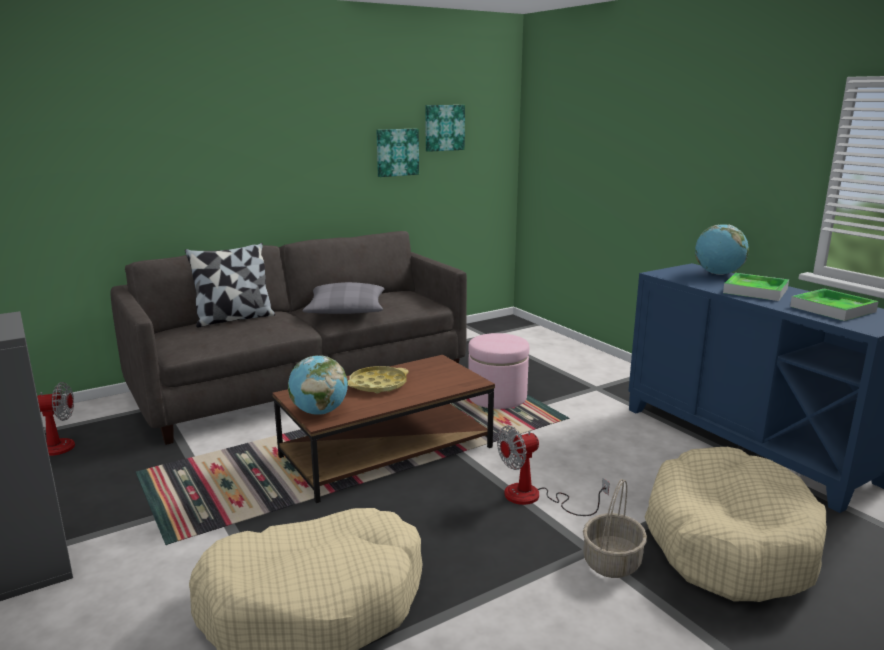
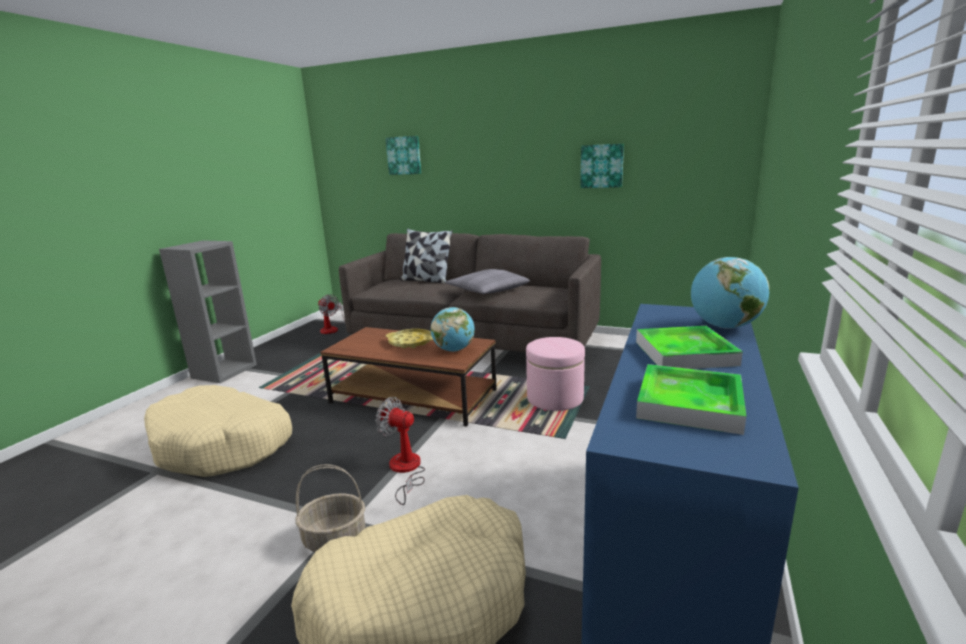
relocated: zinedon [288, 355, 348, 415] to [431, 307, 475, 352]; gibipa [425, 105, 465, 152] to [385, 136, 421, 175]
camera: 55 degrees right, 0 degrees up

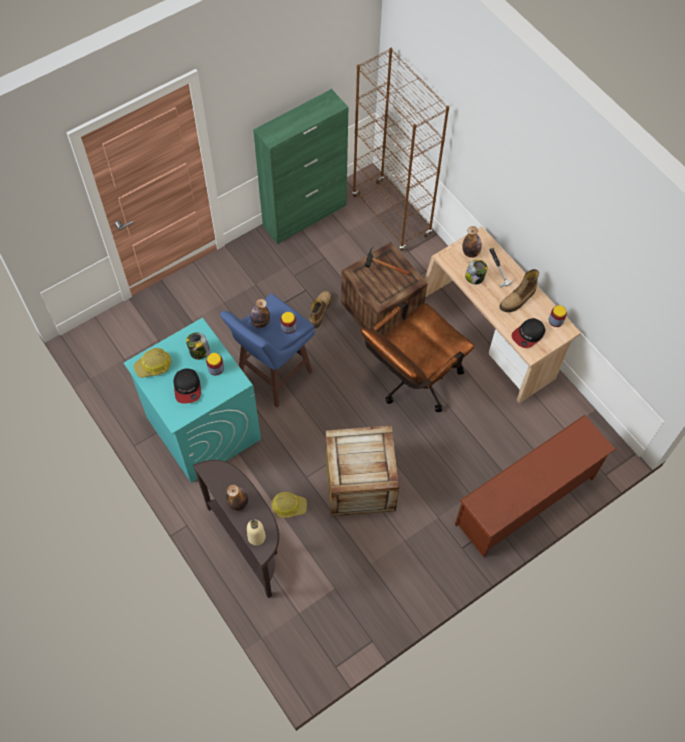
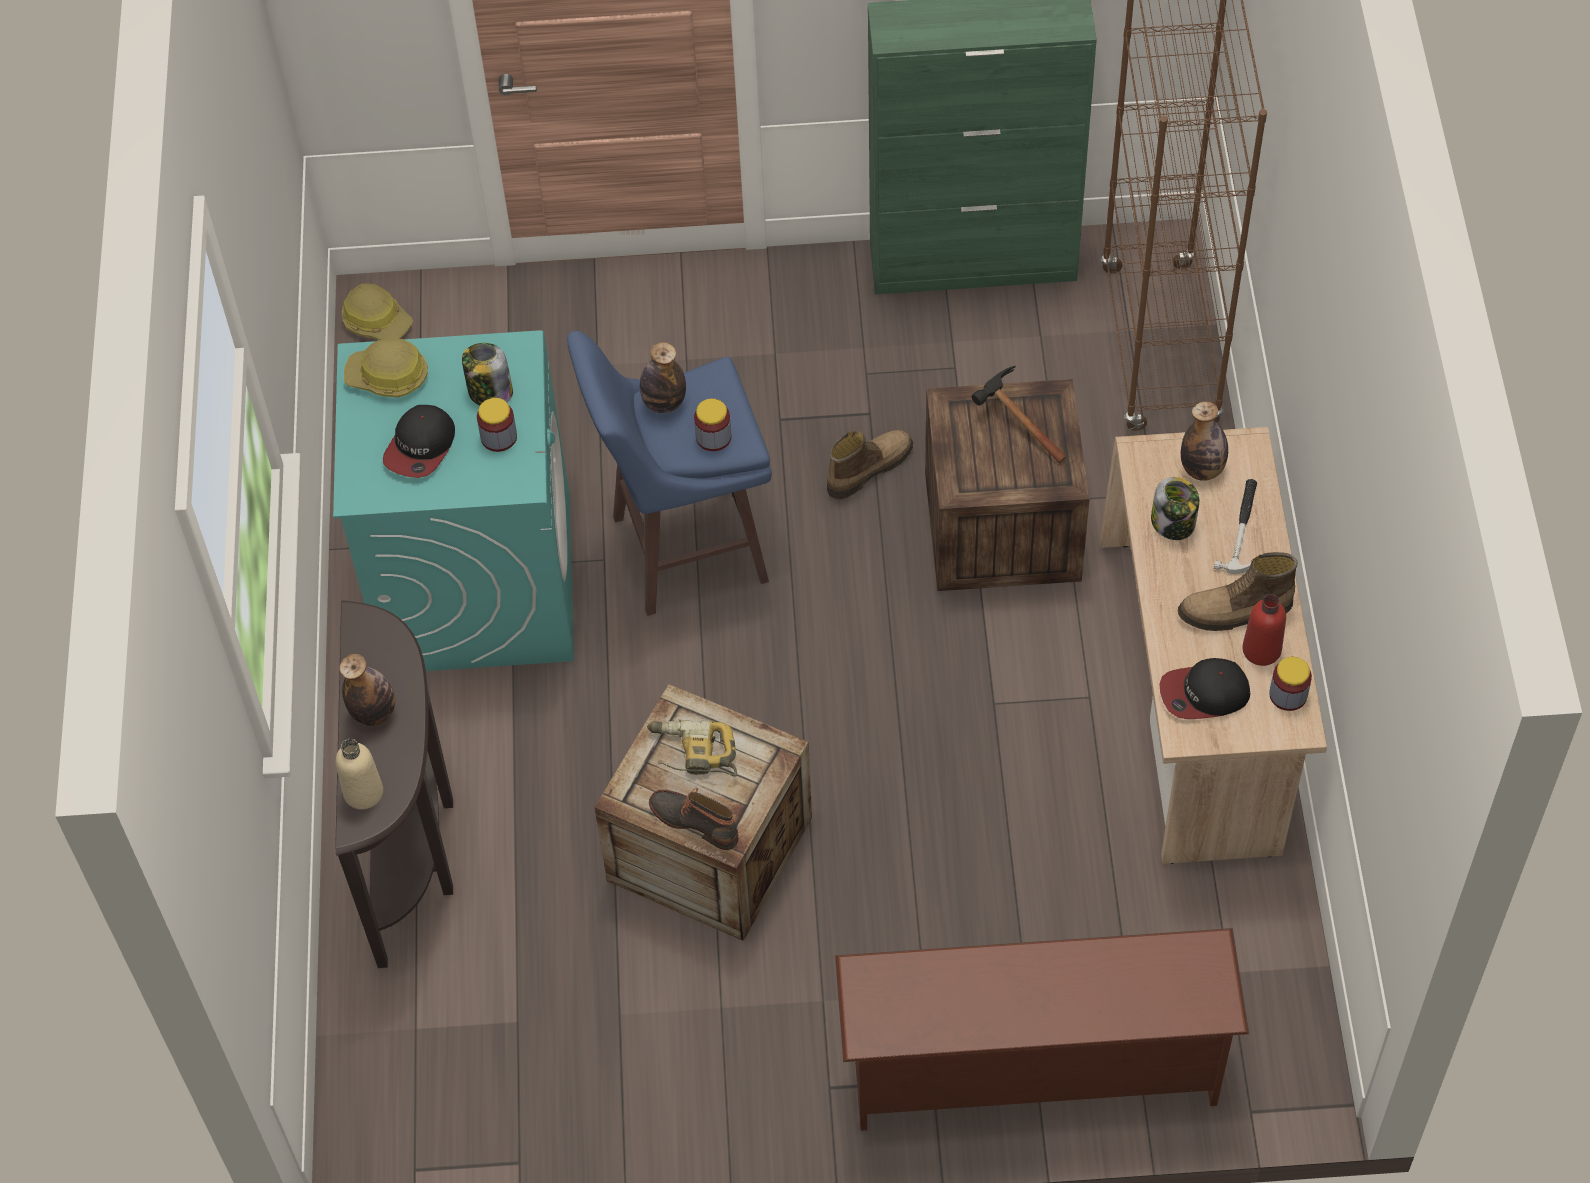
missing: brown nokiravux [361, 302, 474, 412]
appeared: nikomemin [647, 720, 737, 777]; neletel [649, 788, 739, 850]; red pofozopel [1242, 594, 1286, 666]
relocated: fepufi [271, 492, 307, 518] to [342, 283, 413, 340]
camera: 35 degrees right, 5 degrees down

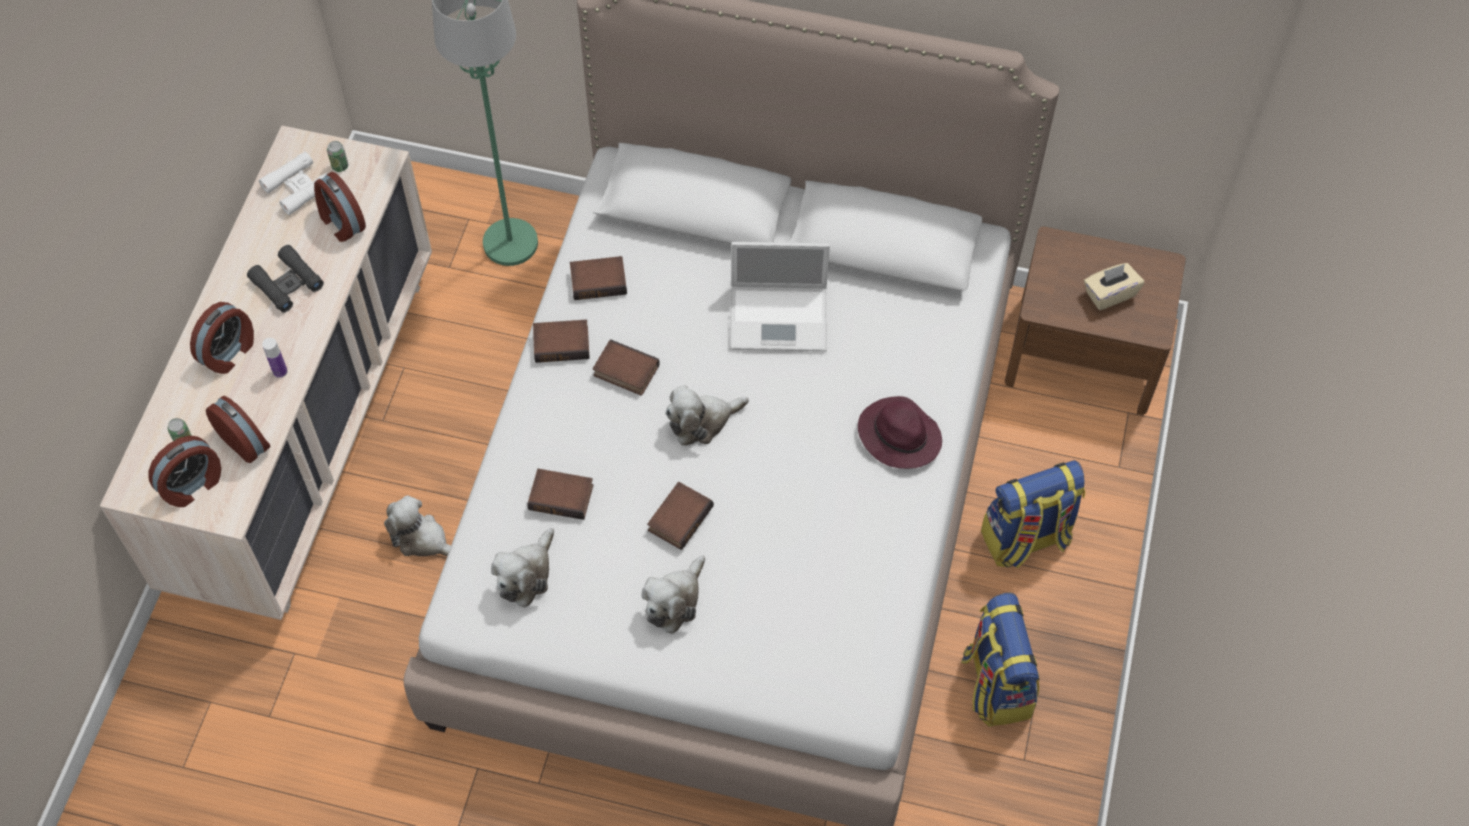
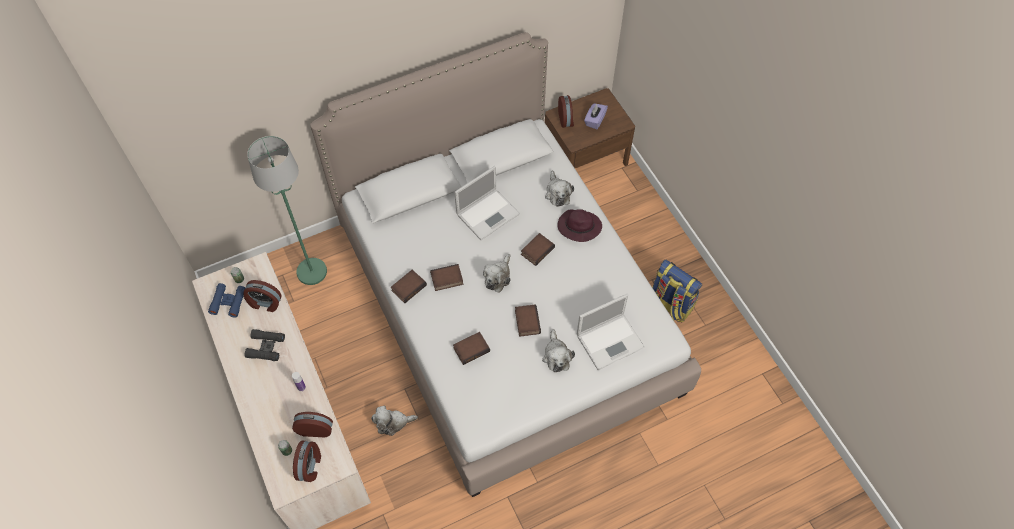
missing: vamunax [981, 460, 1085, 568]
appeared: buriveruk [577, 294, 645, 370]
relocated: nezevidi [190, 302, 254, 374] to [558, 95, 574, 128]; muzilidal [491, 528, 554, 607] to [545, 171, 574, 207]; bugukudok [570, 256, 627, 300] to [521, 233, 555, 266]
colour: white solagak [259, 152, 328, 215] to blue solagak [208, 283, 246, 318]; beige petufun [1084, 263, 1144, 310] to purple petufun [584, 103, 608, 129]
camera: 40 degrees left, 0 degrees up

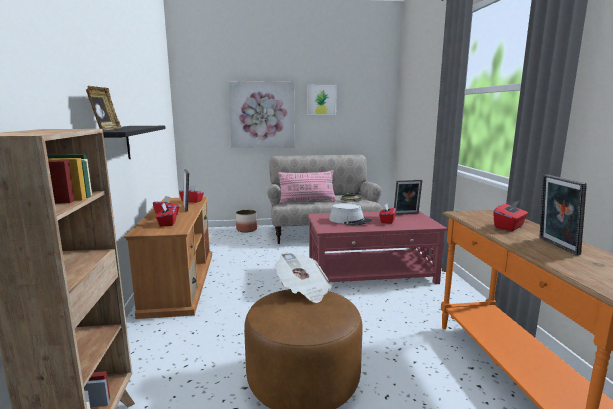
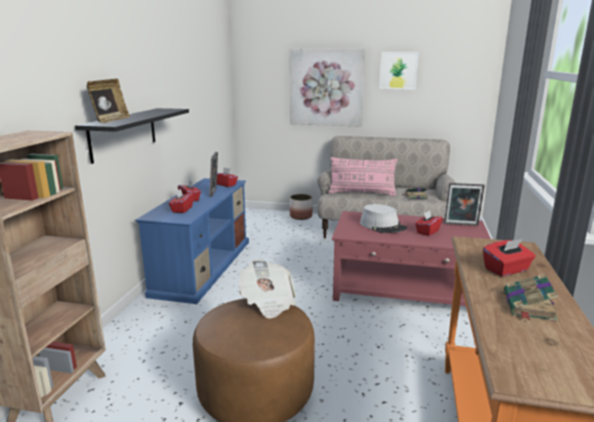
exchanged: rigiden [539, 174, 587, 255] to bugukudok [504, 273, 558, 321]
colour: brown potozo [124, 197, 212, 319] to blue potozo [135, 178, 249, 304]
camera: 20 degrees right, 5 degrees up

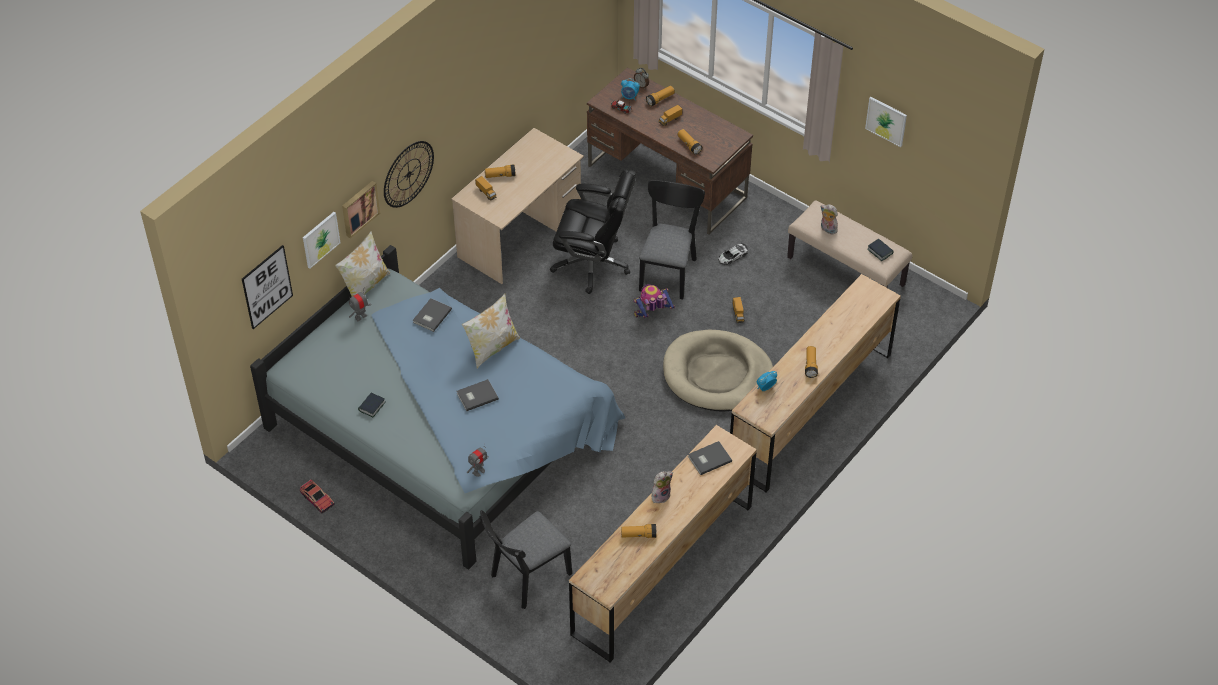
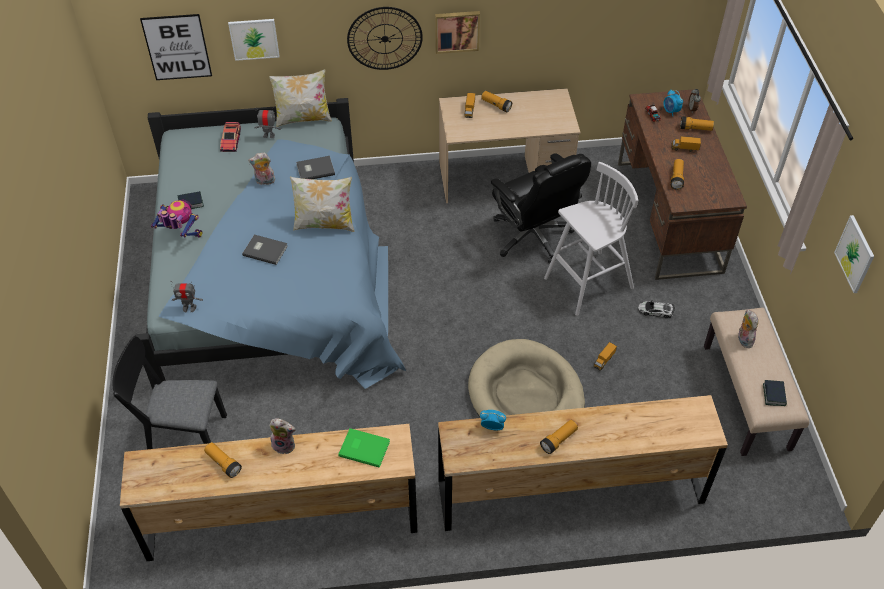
appeared: muzilidal [248, 153, 275, 185]
relocated: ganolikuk [300, 480, 334, 513] to [220, 122, 241, 152]; gibipa [342, 181, 380, 239] to [435, 11, 480, 54]; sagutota [634, 284, 675, 318] to [151, 200, 202, 238]
exchanged: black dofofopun [639, 180, 705, 299] to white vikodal [544, 162, 638, 316]
colour: grey bugukudok [688, 441, 732, 475] to green bugukudok [338, 428, 390, 468]
camera: 45 degrees right, 0 degrees up

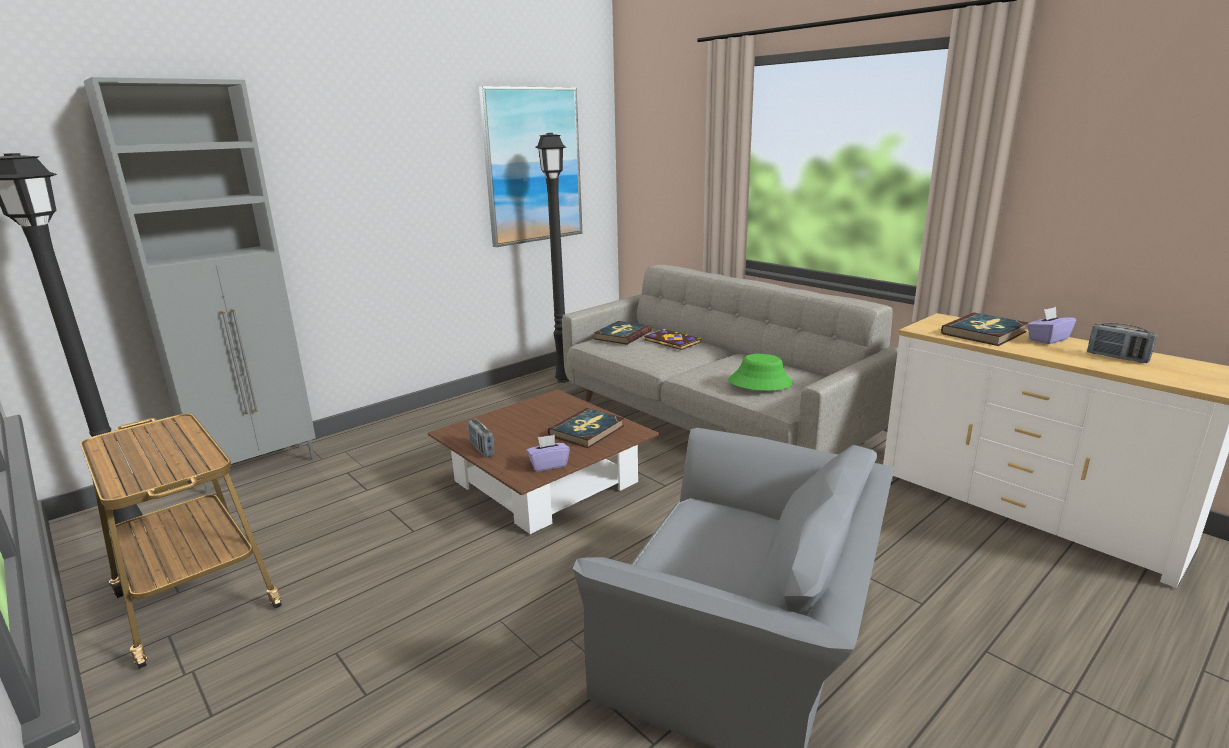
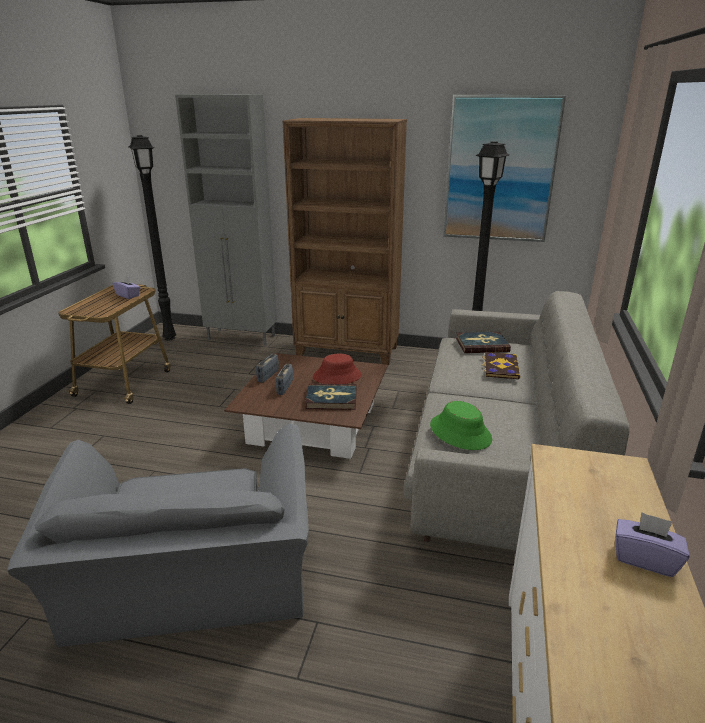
missing: bugukudok [941, 313, 1028, 346]
appeared: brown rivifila [283, 118, 407, 365]; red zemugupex [313, 354, 362, 384]
relocated: purple petufun [527, 435, 570, 472] to [113, 276, 141, 299]; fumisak [1087, 323, 1157, 363] to [276, 364, 293, 395]
camera: 55 degrees right, 5 degrees up

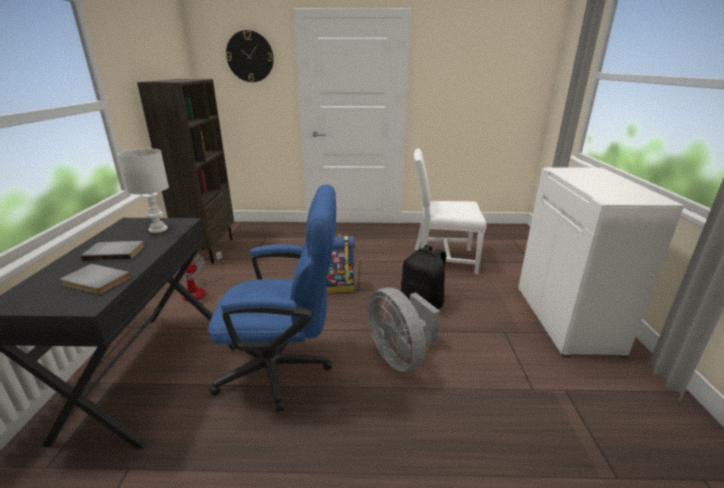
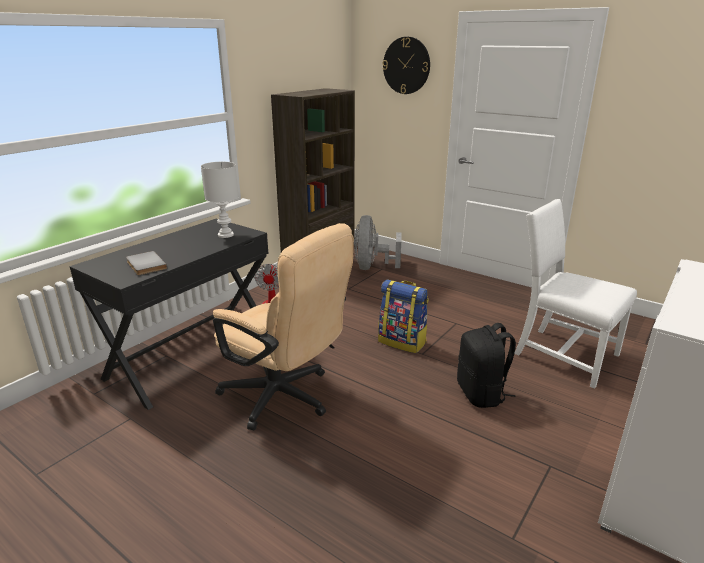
missing: grey bugukudok [80, 241, 145, 261]
relocated: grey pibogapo [367, 287, 440, 372] to [354, 215, 402, 270]
colour: blue nokiravux [208, 184, 336, 412] to beige nokiravux [213, 223, 354, 431]
camera: 35 degrees right, 0 degrees up

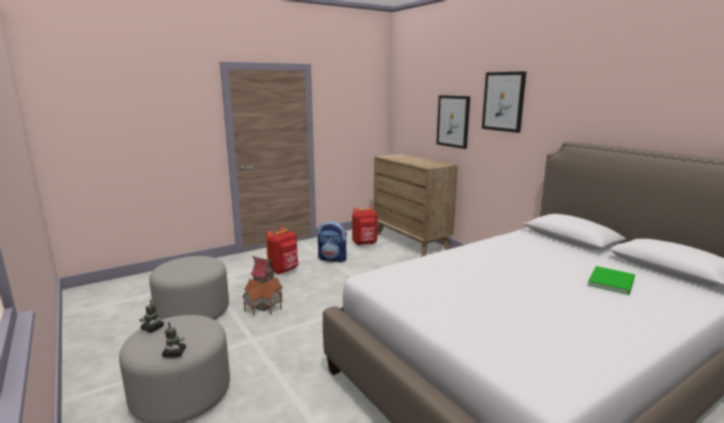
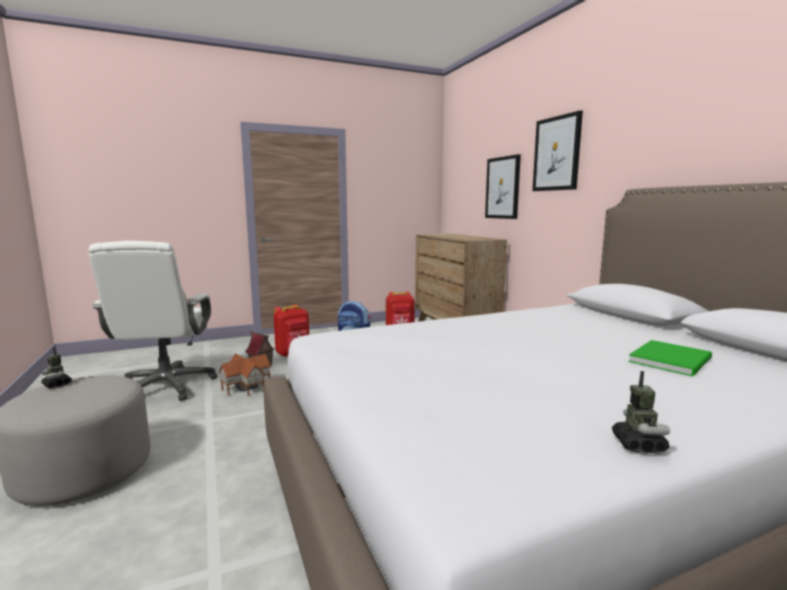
relocated: sagutota [162, 322, 186, 358] to [612, 371, 670, 453]
exchanged: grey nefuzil [149, 256, 229, 320] to white nokiravux [89, 241, 217, 401]
camera: 10 degrees right, 5 degrees down

